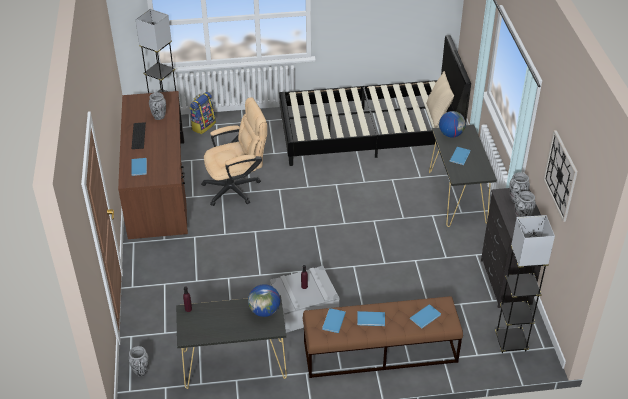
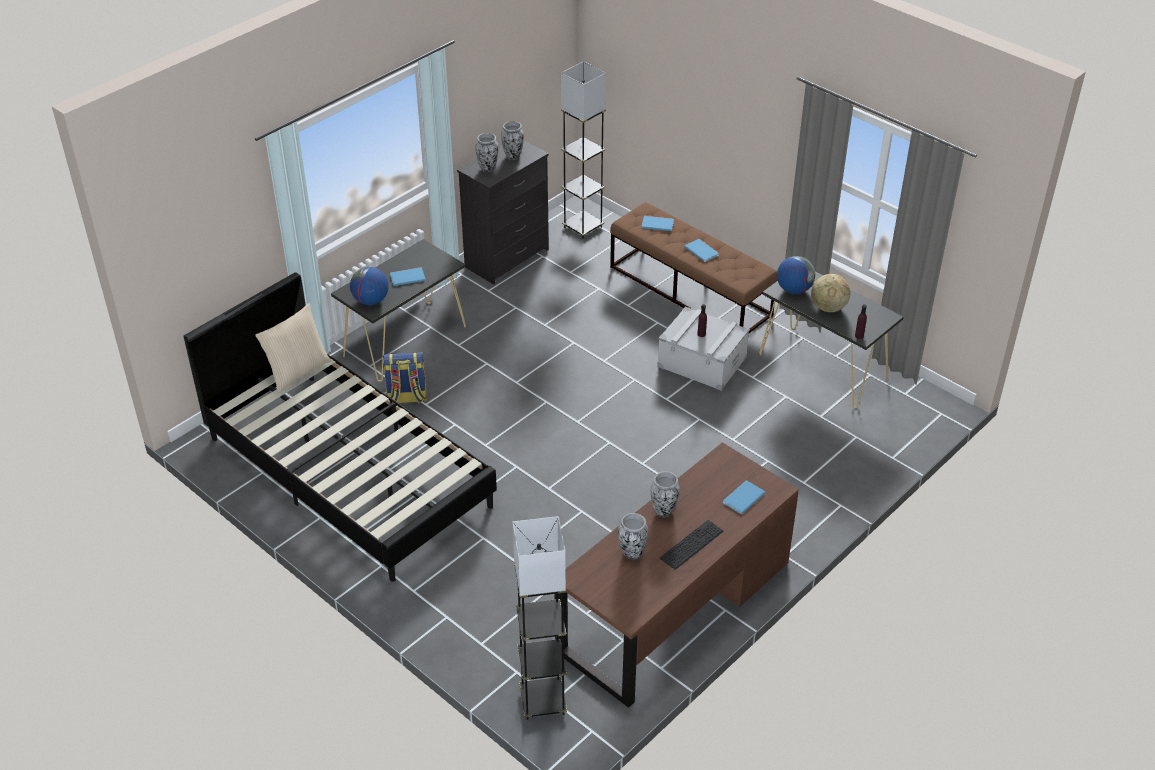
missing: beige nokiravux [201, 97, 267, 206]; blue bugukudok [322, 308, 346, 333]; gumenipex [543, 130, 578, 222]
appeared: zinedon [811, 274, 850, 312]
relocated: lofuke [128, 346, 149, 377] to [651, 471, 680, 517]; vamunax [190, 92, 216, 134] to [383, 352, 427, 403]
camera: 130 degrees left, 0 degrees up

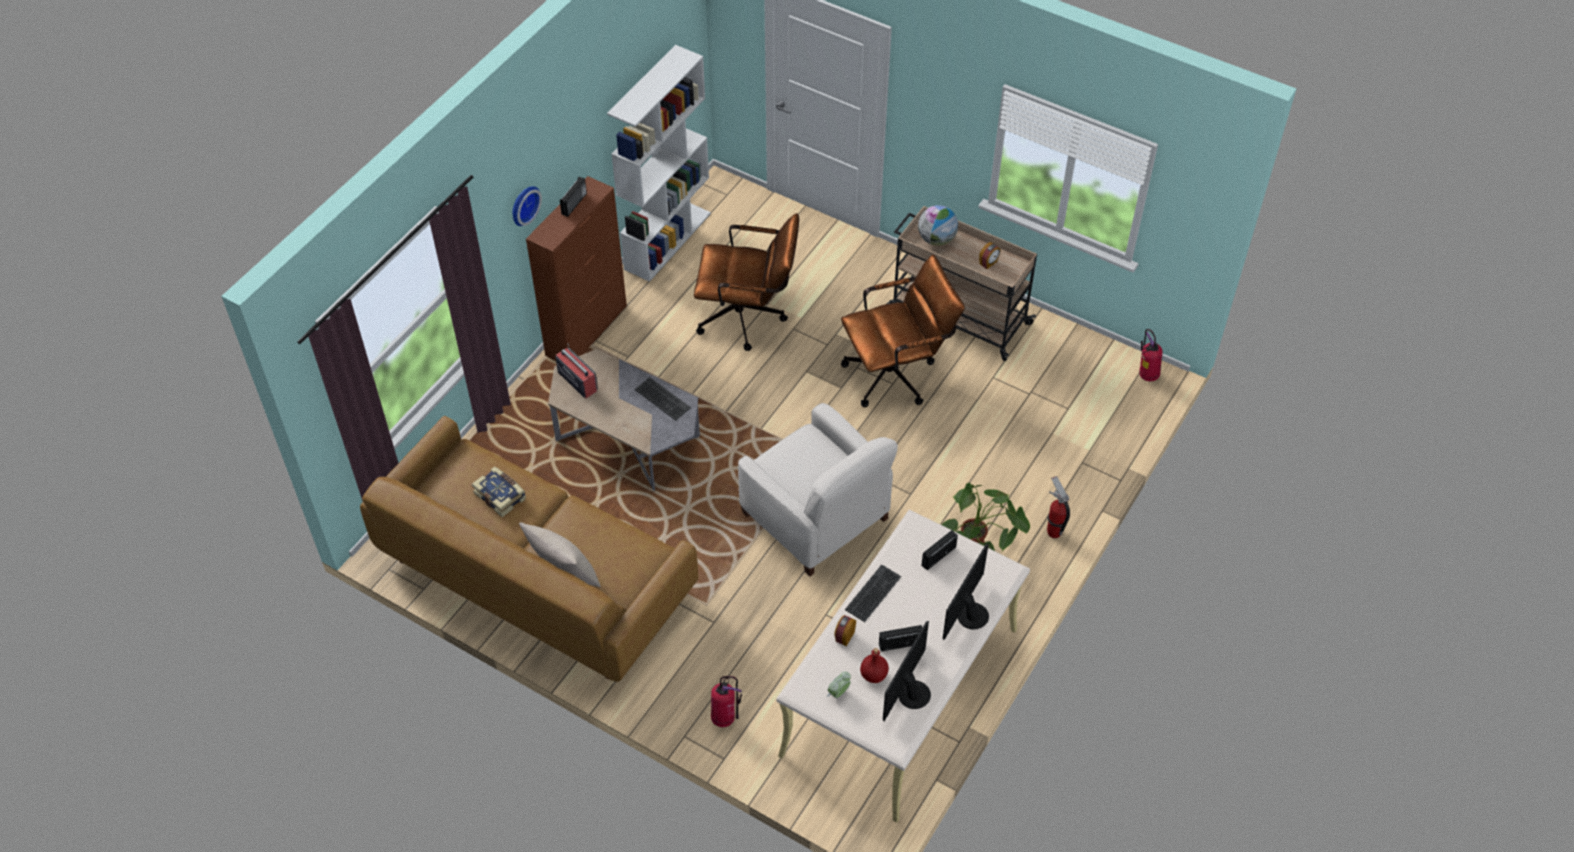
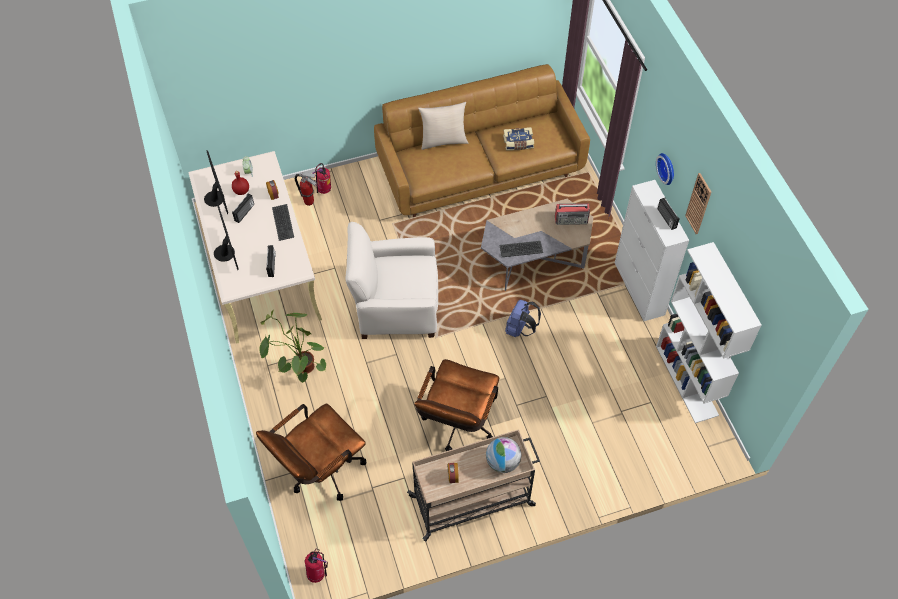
appeared: blue vamunax [505, 300, 541, 337]; gumenipex [685, 173, 711, 234]
relocated: brown nokiravux [694, 213, 799, 351] to [256, 404, 366, 501]; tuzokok [1047, 476, 1070, 538] to [295, 172, 317, 206]
colour: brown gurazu [526, 176, 627, 360] to white gurazu [615, 180, 689, 321]
camera: 130 degrees right, 5 degrees up

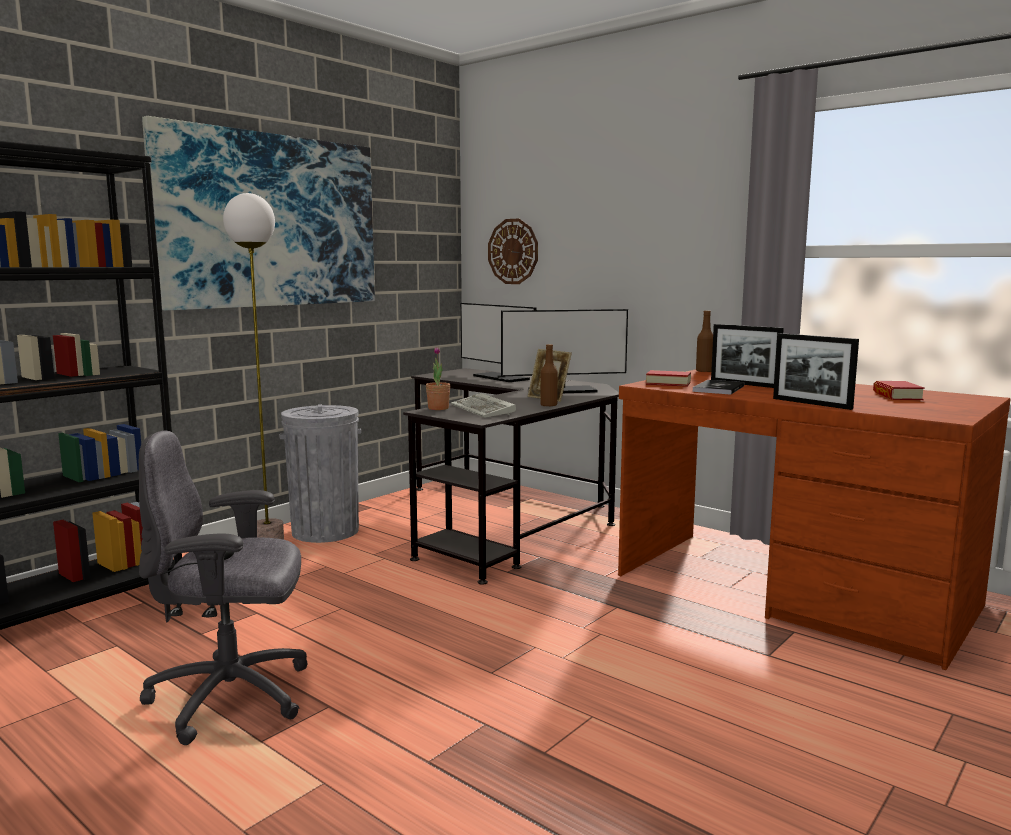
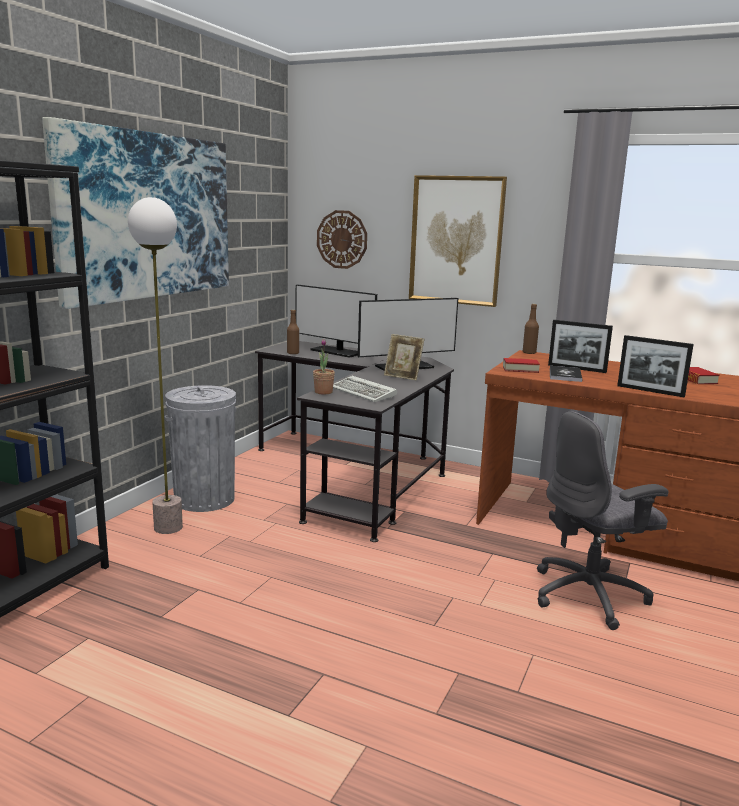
appeared: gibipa [409, 175, 507, 307]
relocated: grey nokiravux [139, 430, 308, 745] to [537, 411, 668, 630]; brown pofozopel [540, 344, 558, 407] to [287, 310, 299, 355]
camera: 15 degrees left, 5 degrees up

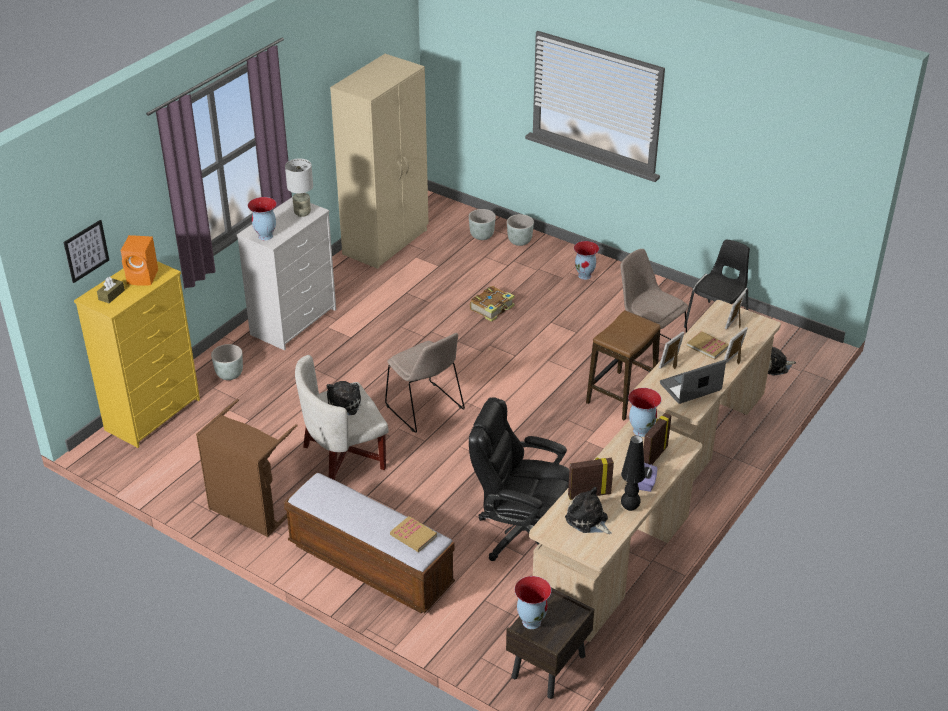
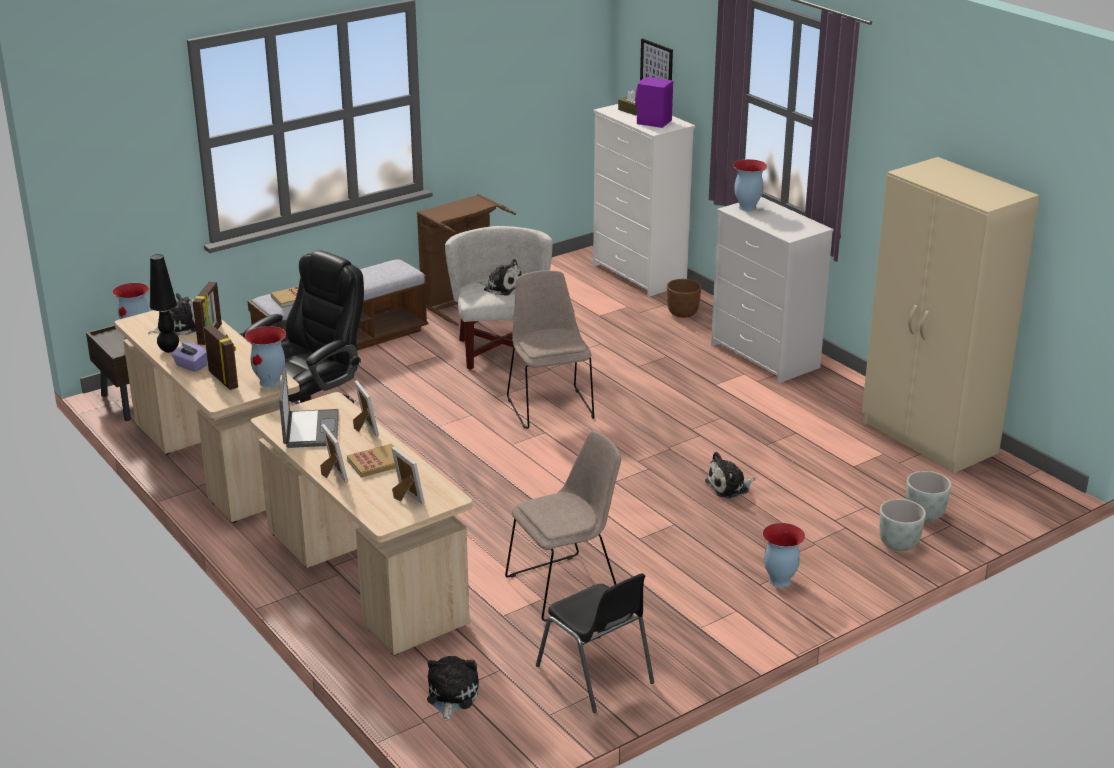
missing: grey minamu [285, 159, 313, 217]; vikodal [586, 310, 661, 421]
exchanged: bugukudok [470, 286, 515, 322] to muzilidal [705, 452, 755, 498]
colour: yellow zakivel [74, 261, 200, 448] to white zakivel [593, 104, 695, 297]; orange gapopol [121, 235, 158, 286] to purple gapopol [635, 77, 673, 128]; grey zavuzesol [211, 344, 243, 380] to brown zavuzesol [667, 279, 702, 318]
spun: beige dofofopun [385, 333, 465, 433] = [507, 270, 595, 429] 90 degrees clockwise
camera: 110 degrees right, 10 degrees down

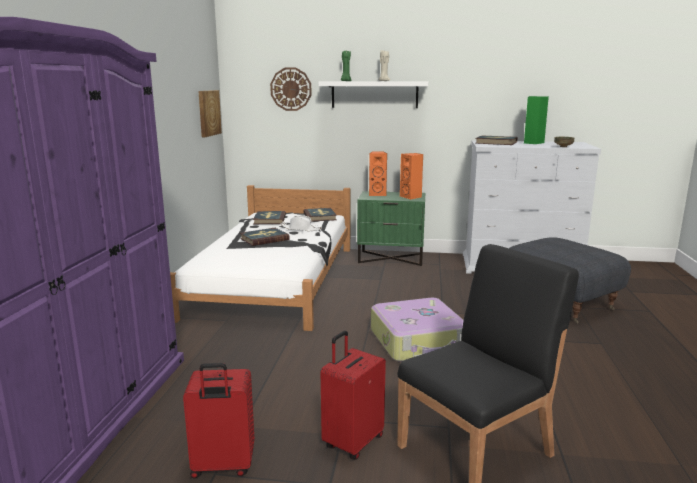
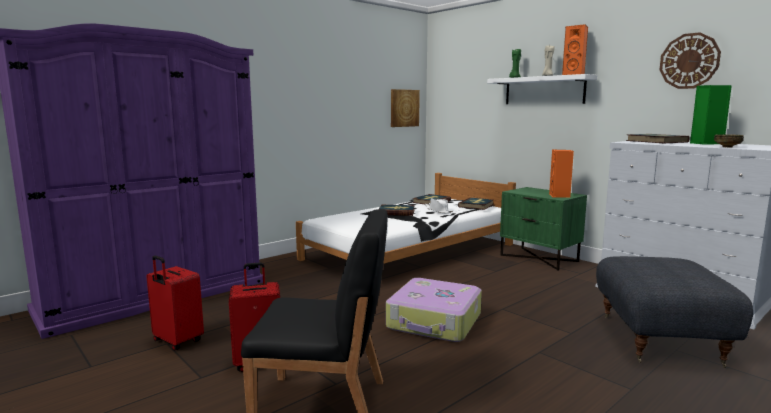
relocated: gumenipex [270, 67, 312, 111] to [659, 32, 721, 89]; orange gapopol [369, 151, 387, 196] to [562, 24, 588, 75]
camera: 40 degrees right, 5 degrees down

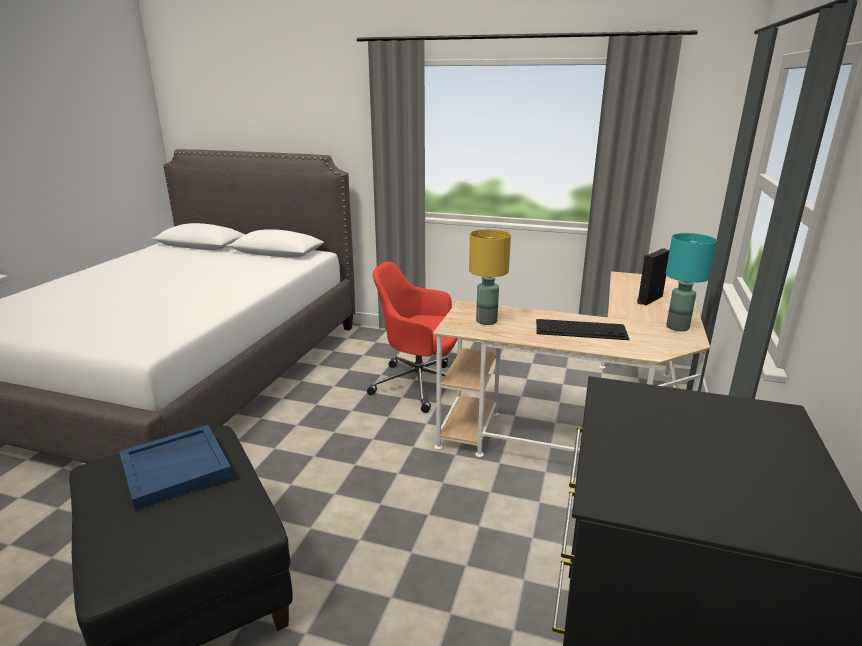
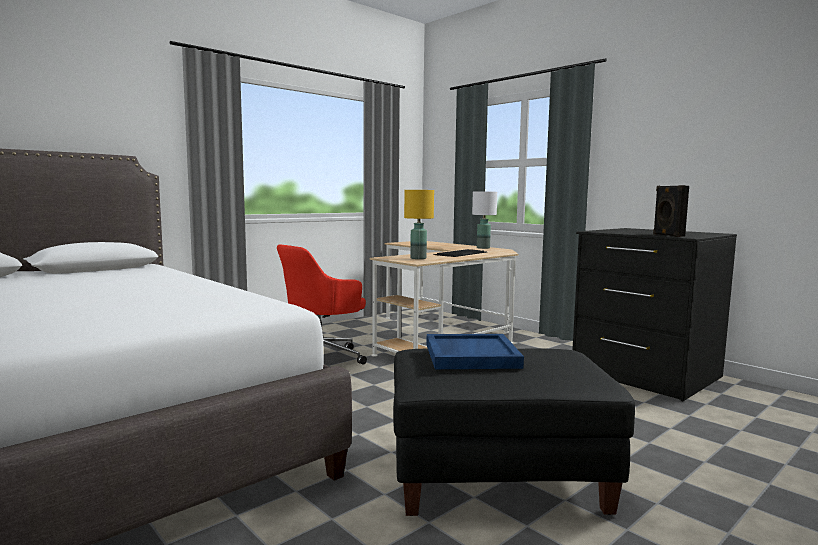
relocated: black gapopol [637, 248, 670, 305] to [653, 185, 689, 237]
colour: turquoise minamu [666, 233, 717, 331] to white minamu [472, 191, 497, 249]
camera: 60 degrees left, 15 degrees down

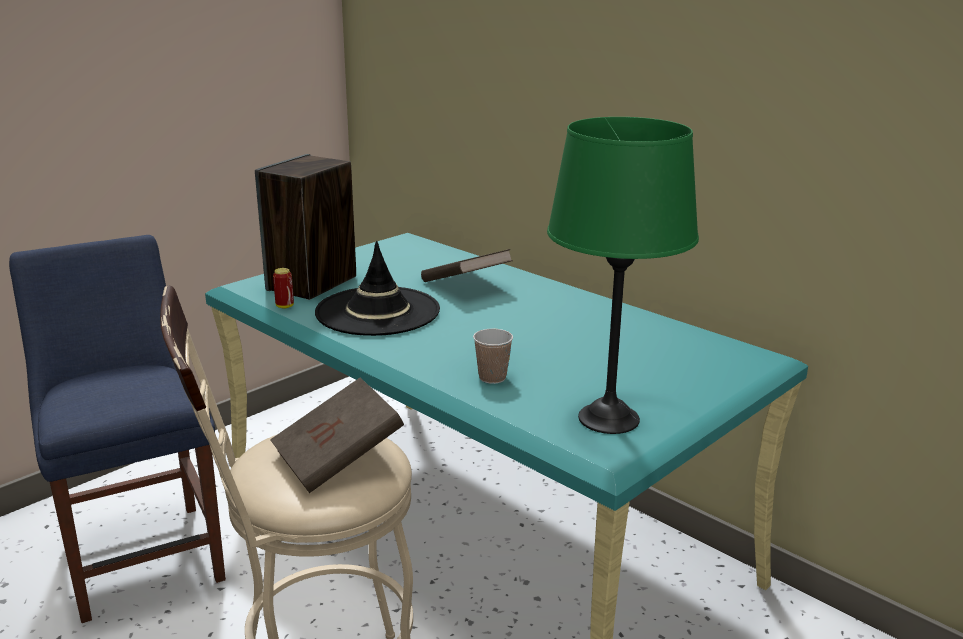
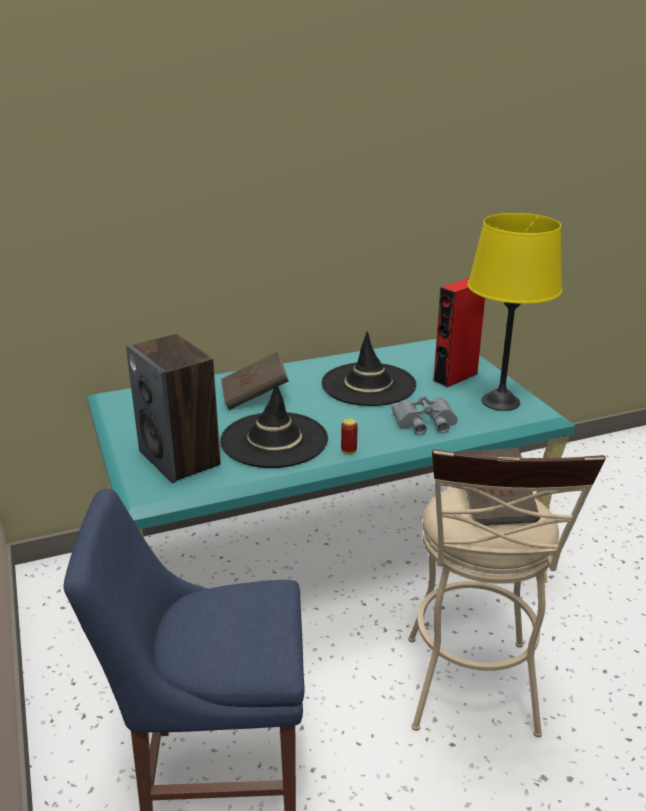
appeared: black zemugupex [322, 331, 416, 406]; red gapopol [433, 278, 485, 388]
relocated: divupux [273, 268, 294, 308] to [341, 418, 358, 454]
exchanged: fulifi [473, 329, 513, 384] to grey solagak [391, 396, 458, 435]
colour: green minamu [547, 117, 699, 434] to yellow minamu [468, 213, 562, 411]
camera: 65 degrees left, 5 degrees up

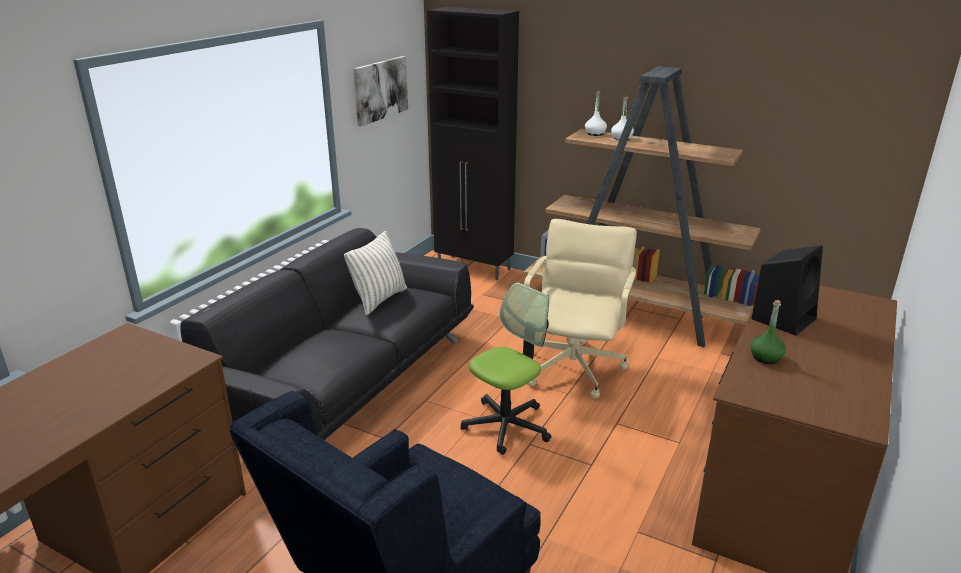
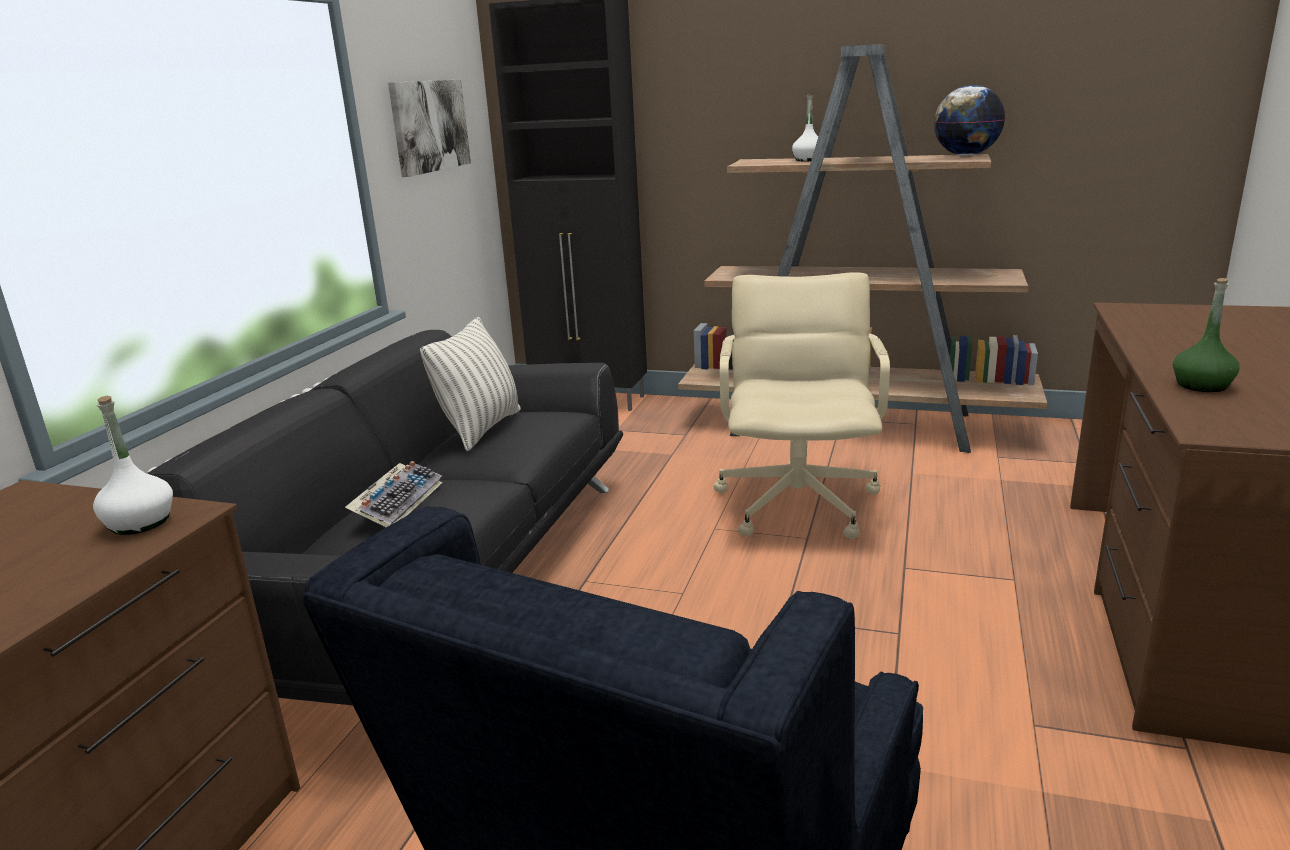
missing: nokiravux [460, 282, 552, 455]; black gapopol [751, 245, 823, 335]
appeared: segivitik [345, 461, 443, 527]; zinedon [934, 85, 1005, 155]
relocated: white pofozopel [585, 91, 607, 136] to [93, 396, 173, 535]
camera: 10 degrees left, 5 degrees down

